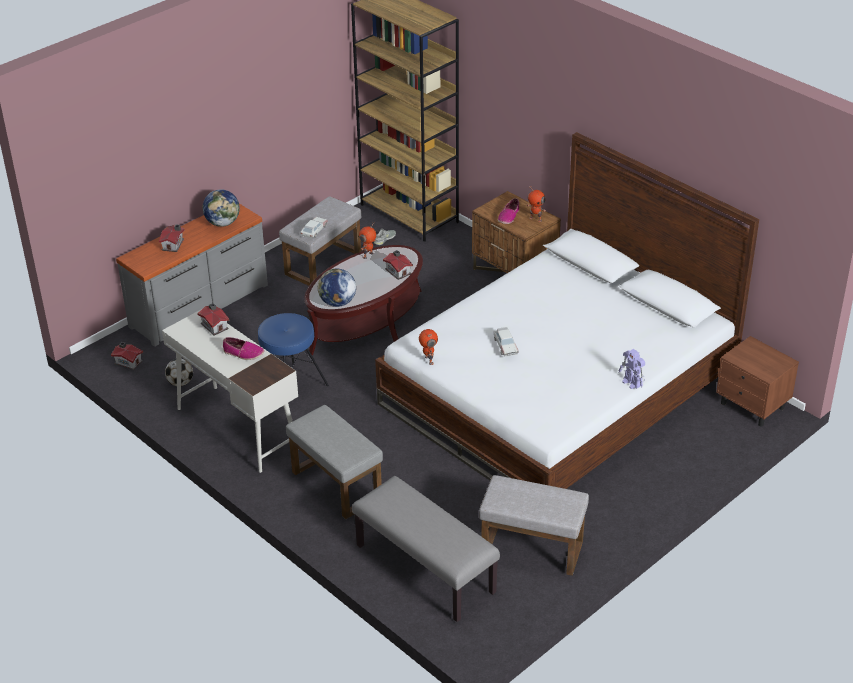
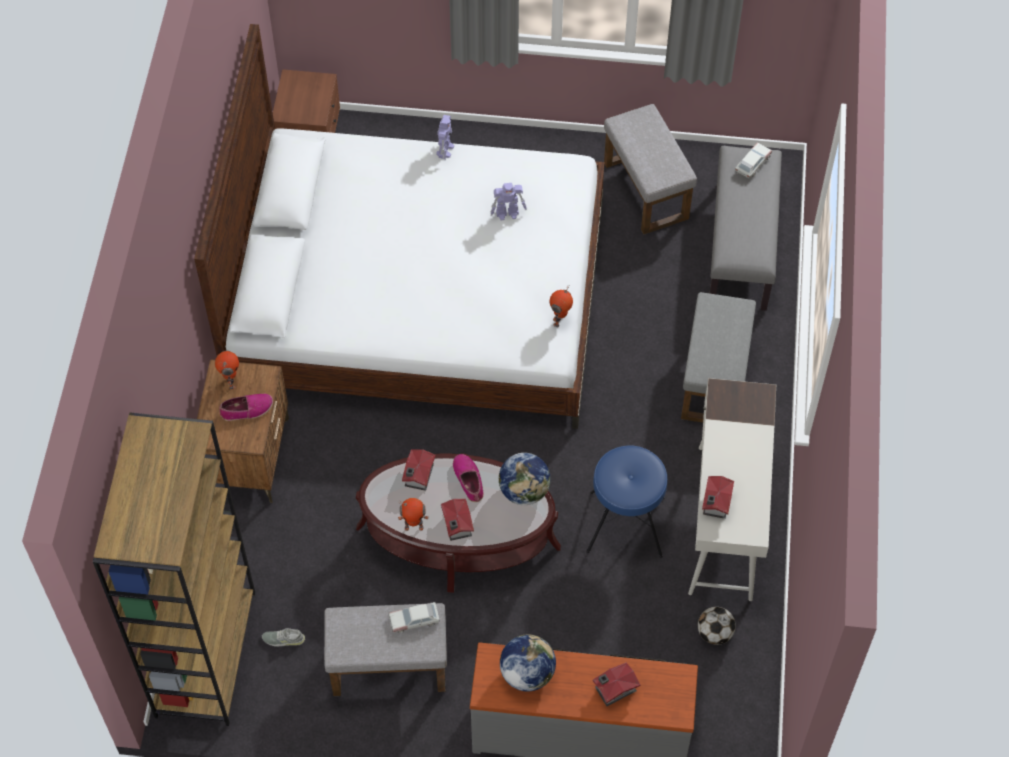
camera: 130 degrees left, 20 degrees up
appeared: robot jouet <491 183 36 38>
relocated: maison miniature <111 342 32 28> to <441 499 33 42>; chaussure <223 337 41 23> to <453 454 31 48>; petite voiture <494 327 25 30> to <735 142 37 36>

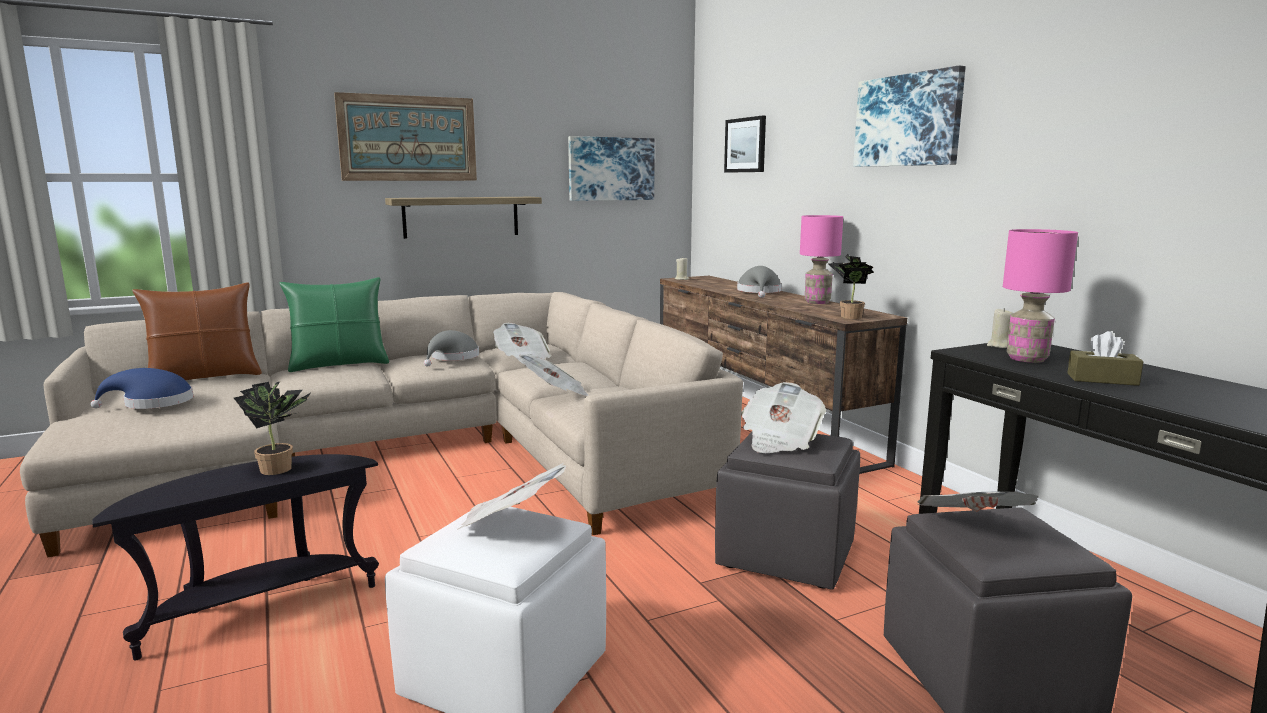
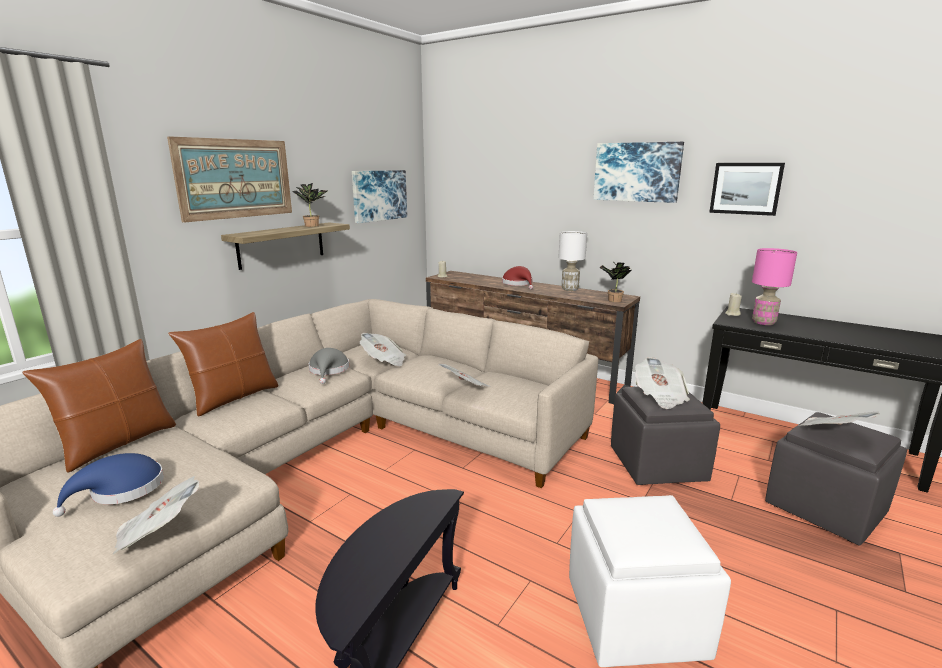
camera: 30 degrees left, 5 degrees up
missing: boîte à mouchoirs/marron <1067 331 77 55>
relocated: plante en pot <234 382 77 93> to <292 183 35 44>; journal <457 463 109 67> to <113 476 87 78>; tableau <724 116 42 57> to <709 163 76 53>
colour: coussin/vert <280 277 109 95> to coussin/marron <168 312 111 105>; chapeau/gris <737 266 45 32> to chapeau/rouge <502 266 31 24>; lampe de table/rose <800 215 43 89> to lampe de table/blanc <558 231 29 60>

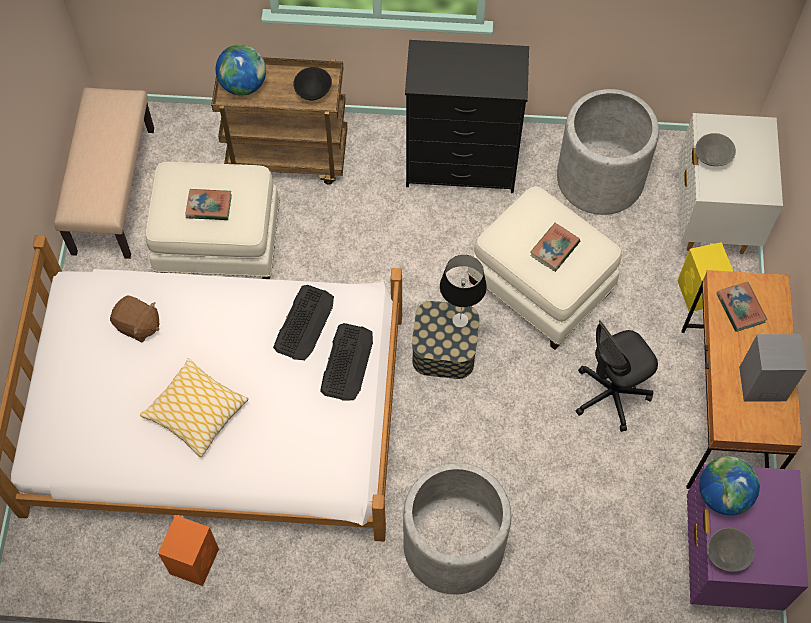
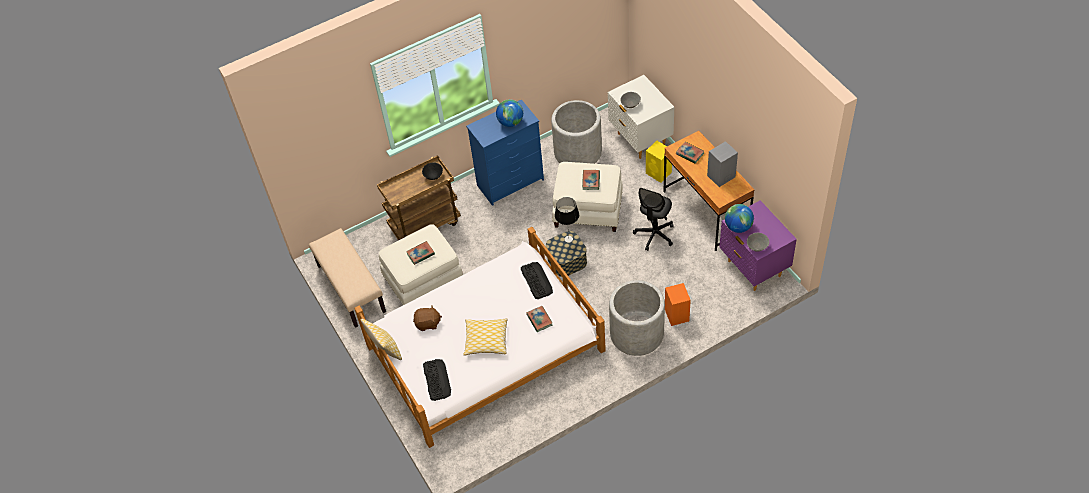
camera: 30 degrees left, 10 degrees down
appeared: coussin <361 319 41 41>; livre <526 306 26 26>
relocated: enceinte/orange <158 515 61 71> to <665 283 26 43>; globe <216 44 50 52> to <496 99 27 28>; clavier <273 285 61 75> to <423 359 28 42>
colour: commode/noir <405 40 124 153> to commode/bleu <466 99 78 107>

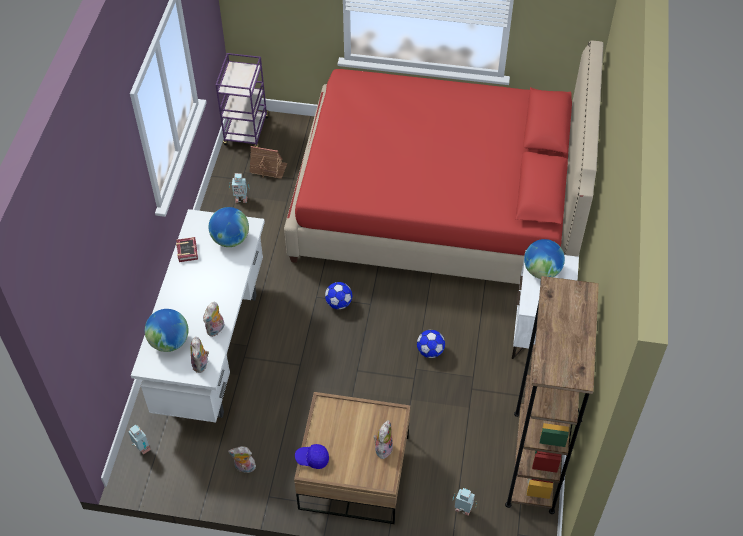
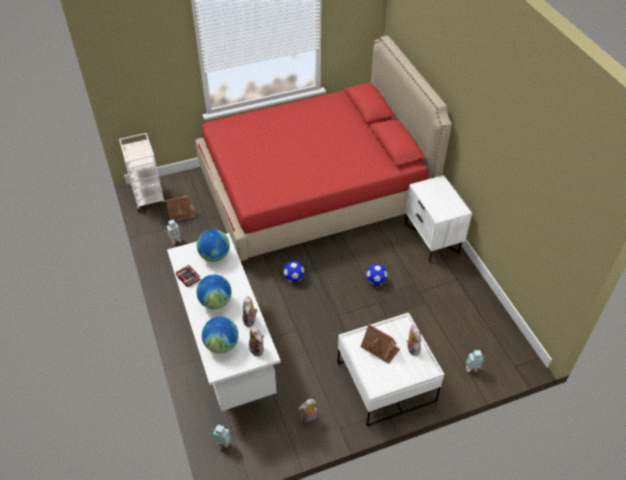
camera: 30 degrees left, 5 degrees down
missing: casquette/bleu <295 444 34 25>; bibliothèque/marron <505 276 94 238>
appeared: maison miniature <360 324 40 40>
relocated: globe <524 239 41 40> to <196 275 36 34>
colour: chariot/violet <216 53 53 94> to chariot/blanc <119 133 47 78>; table basse/marron <294 392 116 132> to table basse/blanc <337 313 107 113>

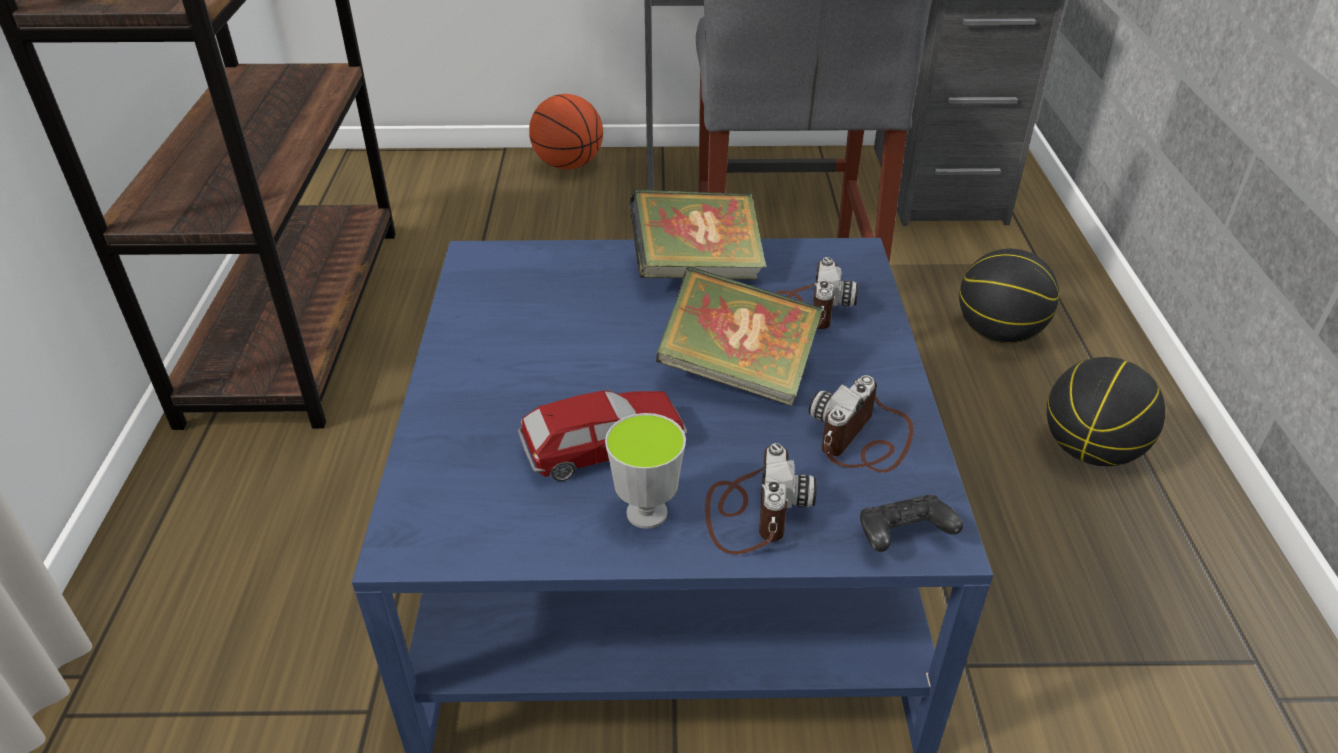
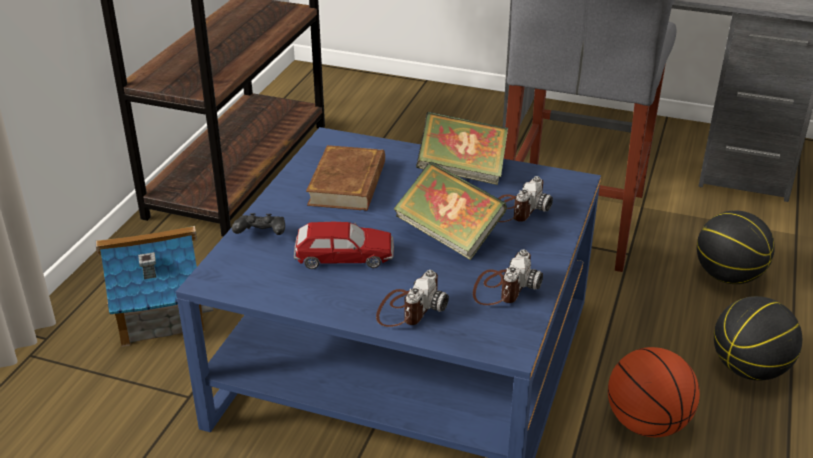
camera: 20 degrees right, 5 degrees down
missing: tasse <605 413 81 116>
appeared: maison miniature <96 226 118 121>; livre/marron <306 145 79 66>
relocated: ballon de basket <529 94 74 76> to <608 347 92 90>; manette/noir <860 495 103 57> to <232 213 53 22>
spun: appareil photo <808 375 106 98> = <473 249 70 56> 150 degrees clockwise

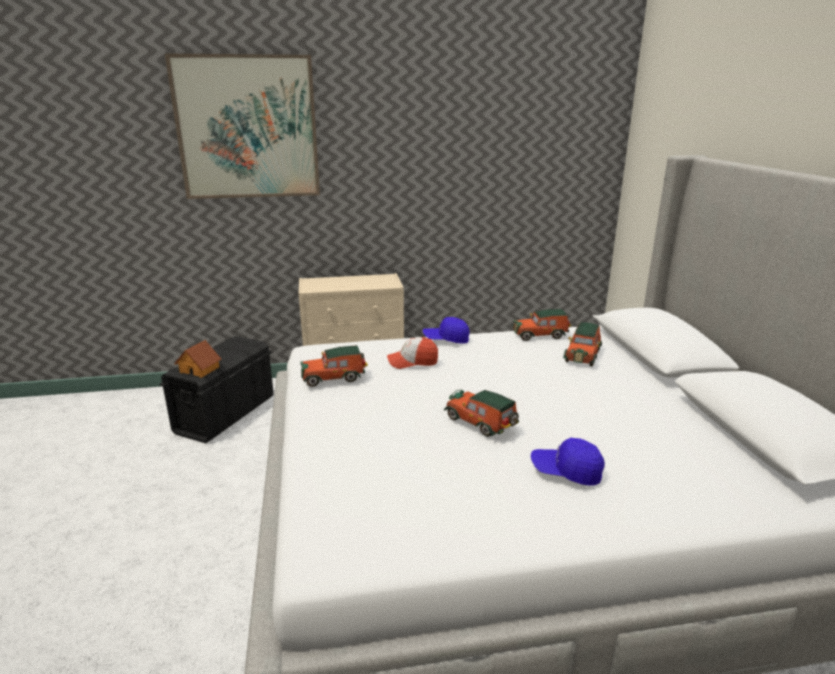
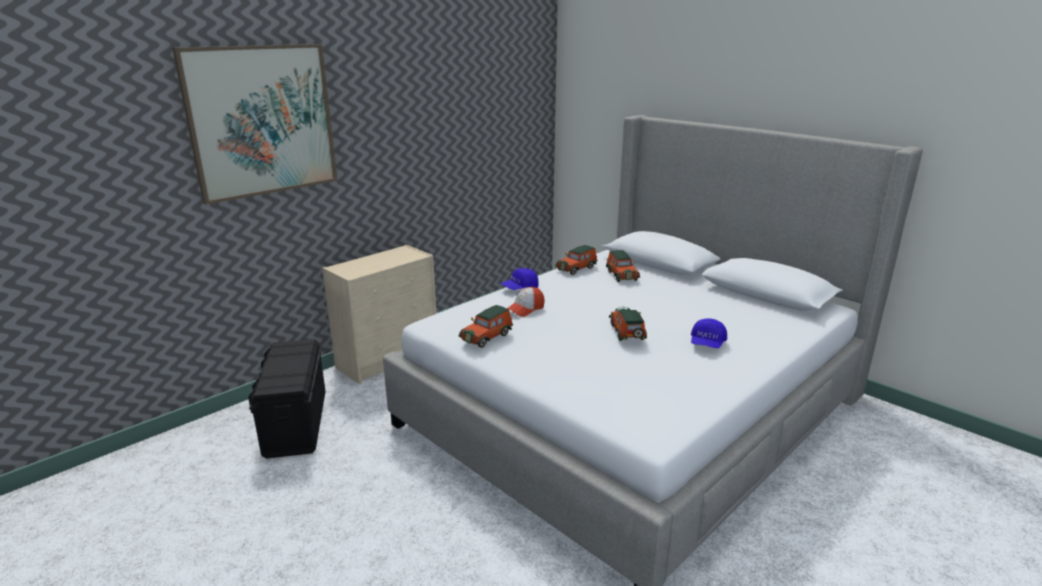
camera: 35 degrees left, 0 degrees up
missing: maison miniature <174 340 47 38>
spun: petite voiture <444 390 75 47> = <609 307 38 34> 75 degrees clockwise; casquette/bleu <531 438 74 48> = <691 318 36 30> 45 degrees counterclockwise

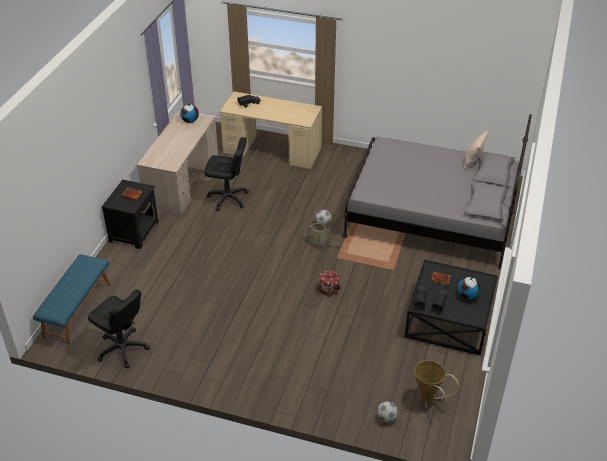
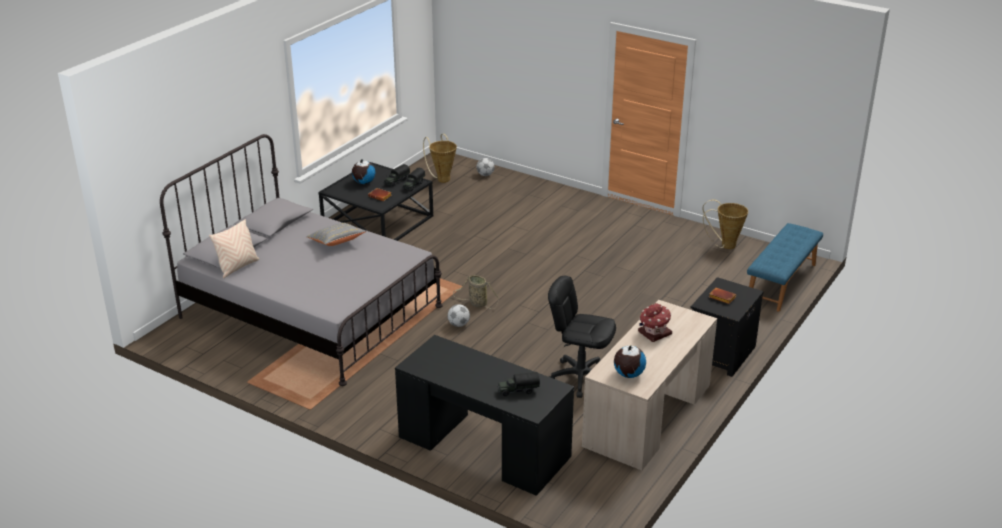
camera: 165 degrees left, 10 degrees down
appeared: coussin/gris <307 223 59 23>
relocated: maison miniature <317 270 23 27> to <638 303 34 39>
exchanged: chaise de bureau/noir <88 289 62 79> to panier <702 200 46 49>
colour: bureau/beige <220 91 102 78> to bureau/noir <395 335 179 161>

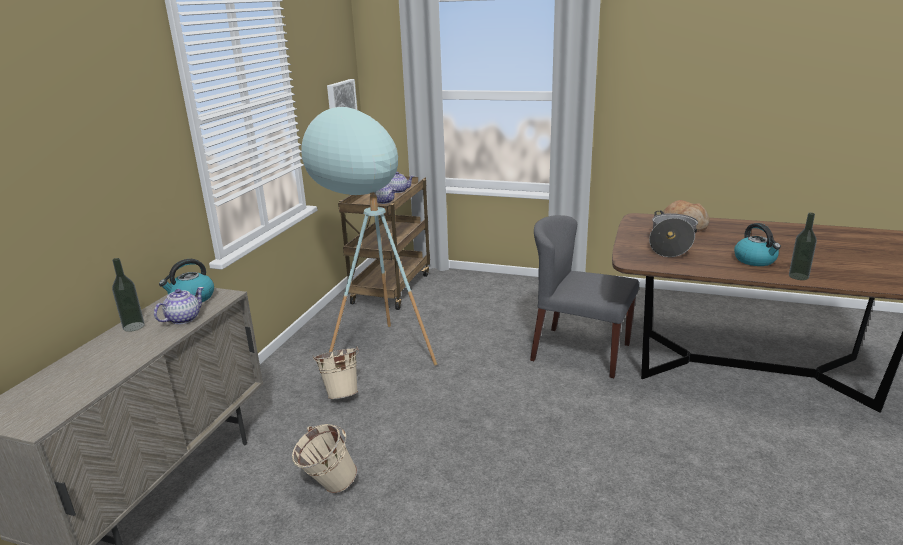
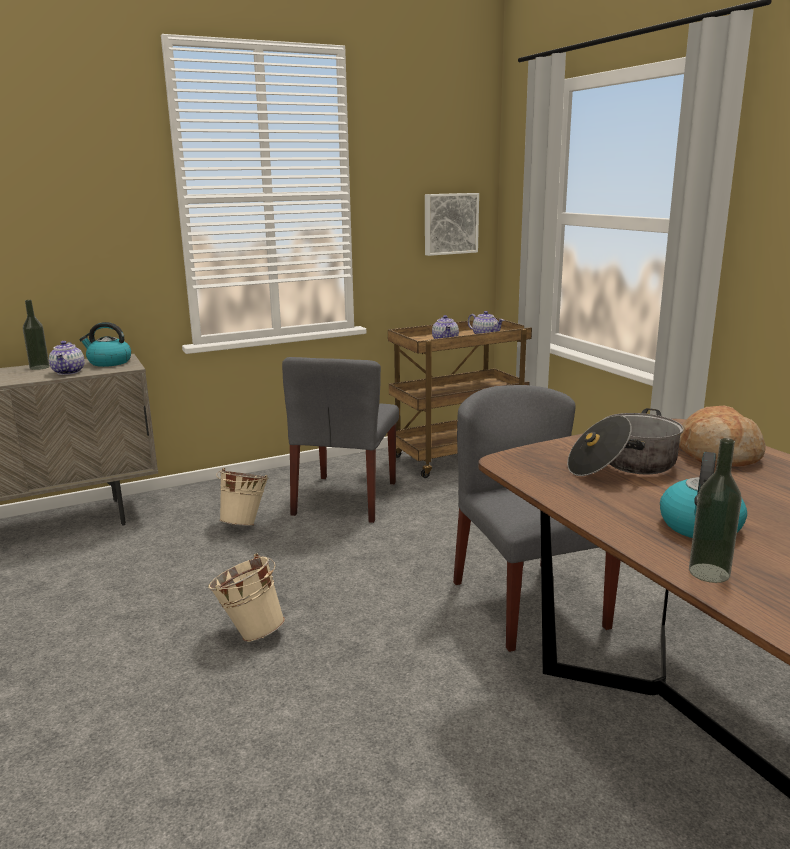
camera: 45 degrees right, 5 degrees down
relocated: seau/beige <292 424 65 69> to <208 553 77 89>
exchanged: lampadaire/turquoise <301 107 136 259> to chaise/gris <282 357 117 166>
spun: théière <154 287 50 37> = <49 341 36 34> 90 degrees clockwise

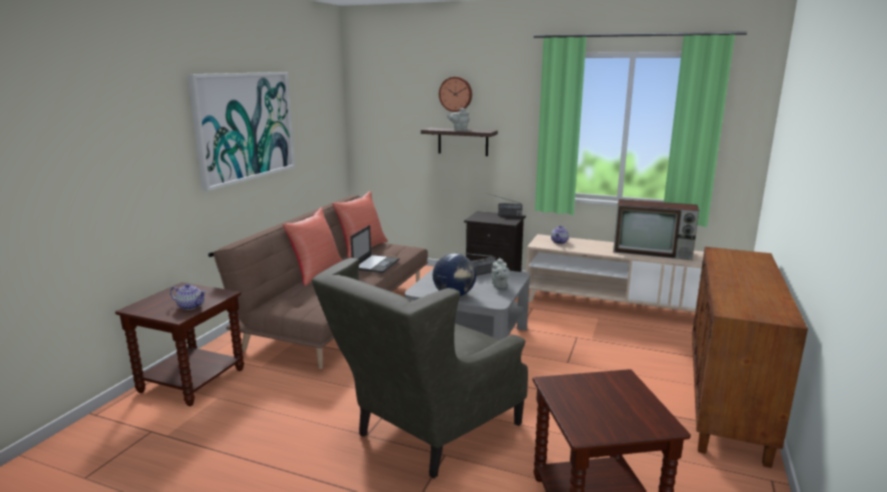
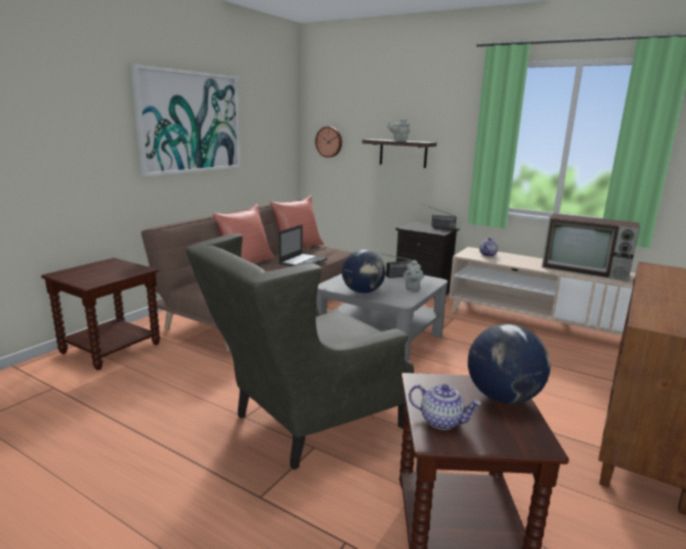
camera: 10 degrees right, 0 degrees up
appeared: globe <468 324 82 80>
relocated: théière <170 284 36 26> to <409 384 72 46>; horloge murale <439 77 33 35> to <315 127 27 31>

